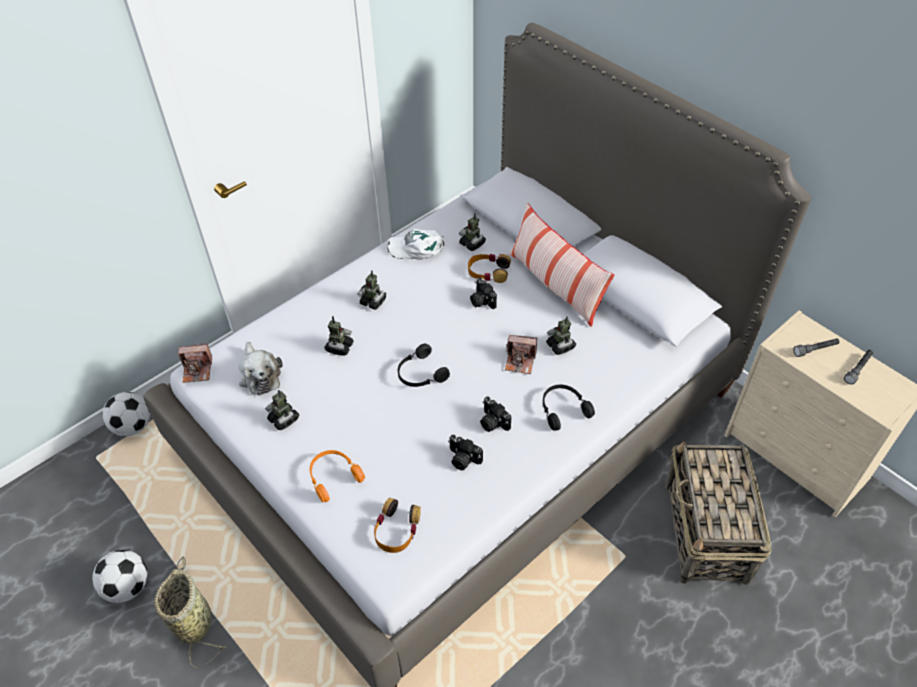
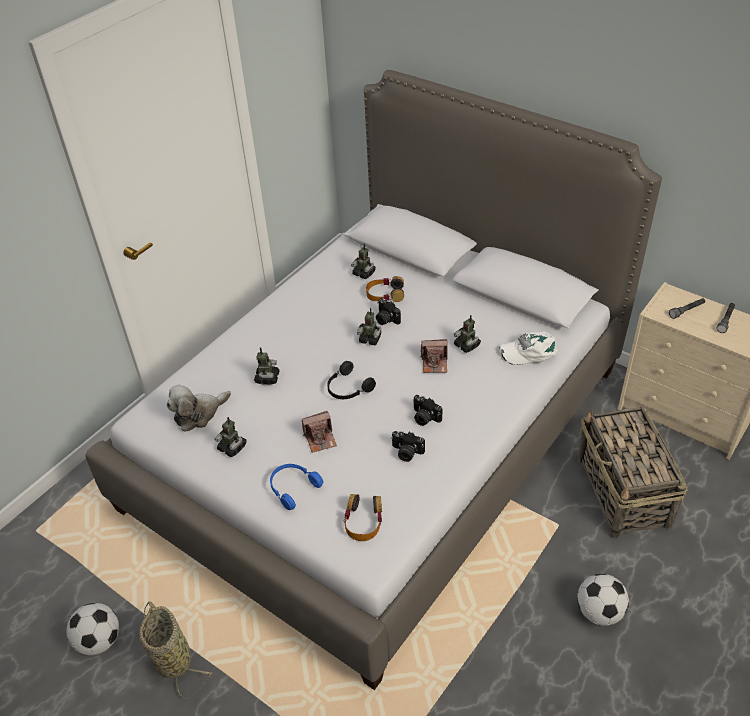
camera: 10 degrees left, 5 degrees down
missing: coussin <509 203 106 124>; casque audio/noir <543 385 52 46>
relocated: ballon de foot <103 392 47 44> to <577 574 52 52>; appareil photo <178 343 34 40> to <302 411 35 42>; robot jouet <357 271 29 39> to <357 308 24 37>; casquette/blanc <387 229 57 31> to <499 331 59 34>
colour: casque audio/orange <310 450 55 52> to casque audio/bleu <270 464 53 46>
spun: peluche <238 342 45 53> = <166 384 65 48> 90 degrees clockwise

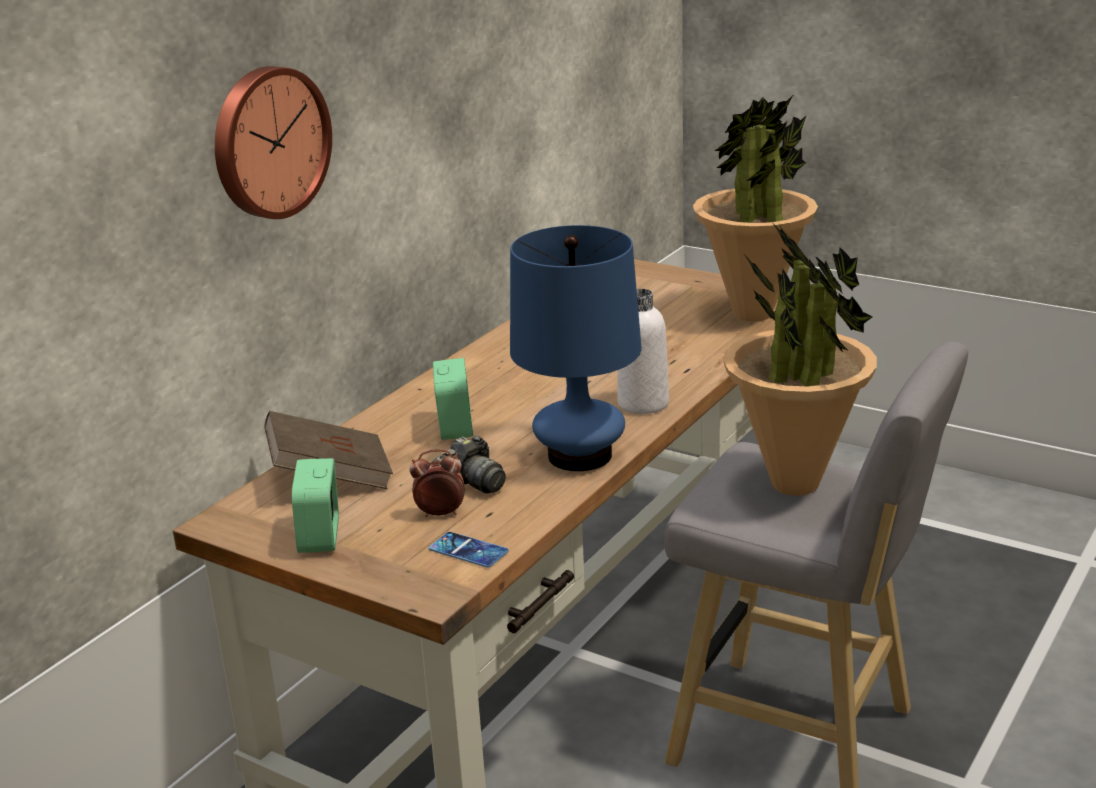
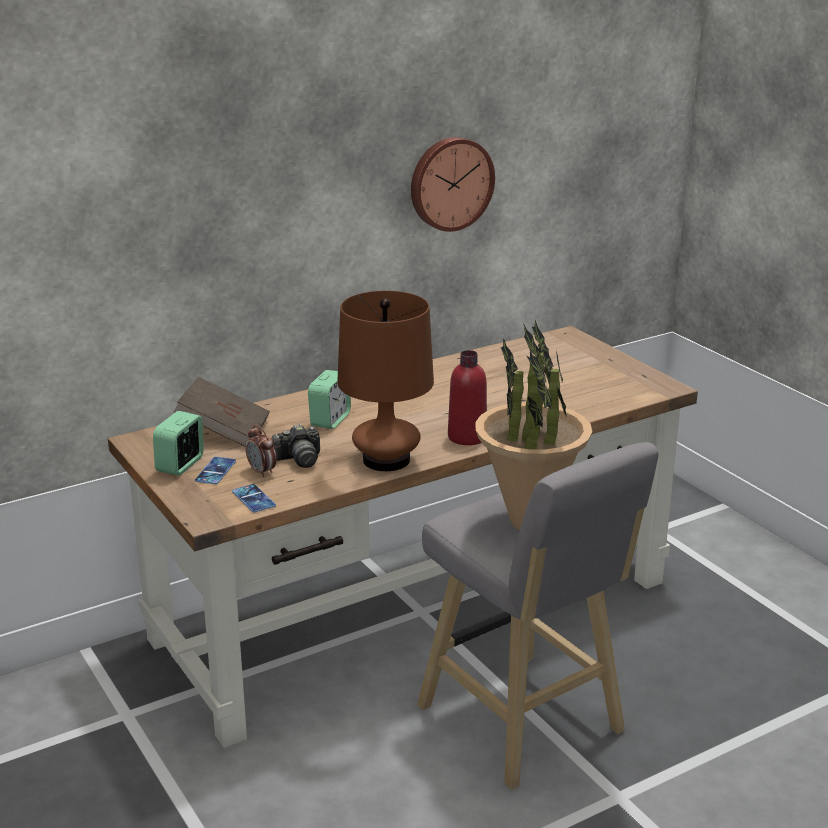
camera: 25 degrees right, 0 degrees up
missing: plante en pot <693 95 125 227>
appeared: téléphone <195 457 41 27>
relocated: horloge murale <215 66 117 153> to <411 137 84 95>
colour: lampe de table/bleu <510 225 132 246> to lampe de table/marron <337 291 97 180>; bouteille/blanc <617 289 52 125> to bouteille/rouge <448 350 39 95>
spun: réveil <409 449 56 68> = <246 425 30 53> 150 degrees counterclockwise

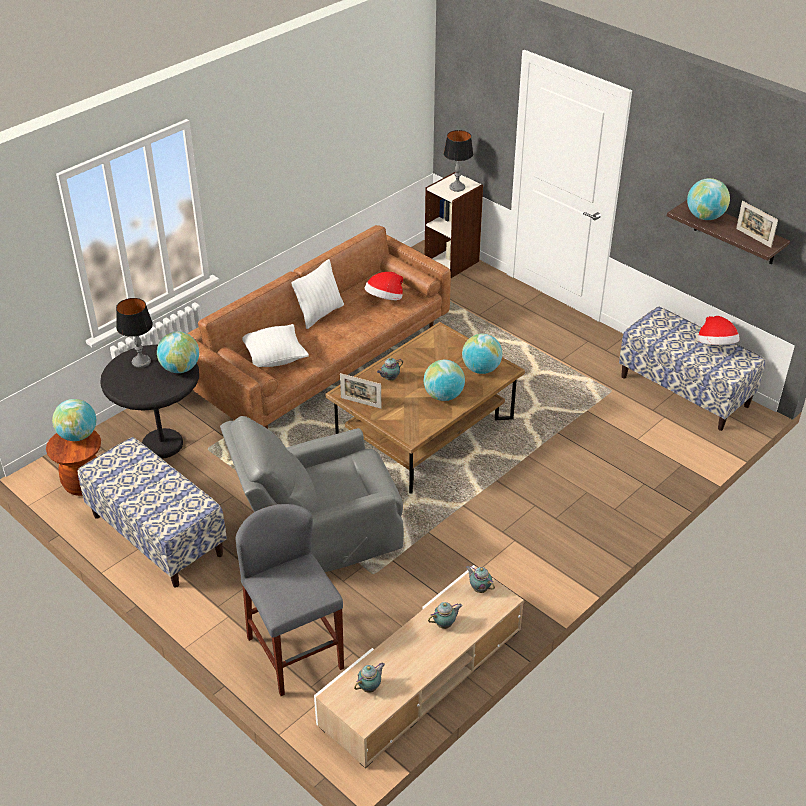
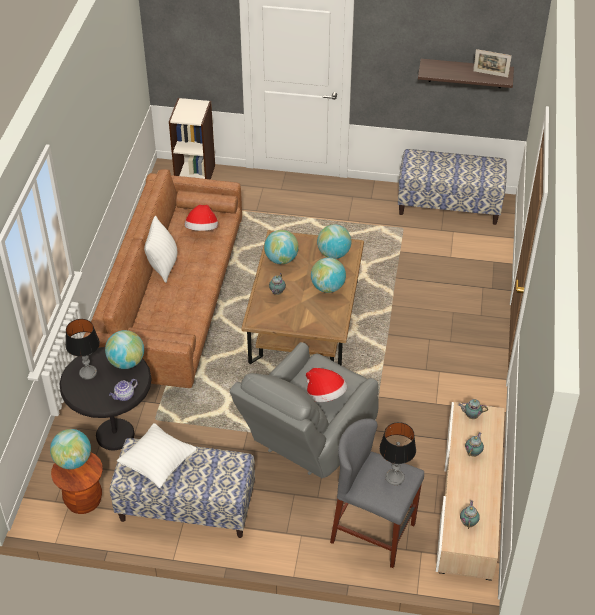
camera: 35 degrees left, 5 degrees up
missing: cadre photo <340 373 41 36>
appeared: théière <109 379 29 22>
relocated: coussin/blanc <242 324 67 43> to <116 423 81 65>; lampe de table <444 130 29 62> to <379 422 37 63>; globe <687 178 43 42> to <264 230 35 34>; chapeau <698 316 42 29> to <306 368 41 34>

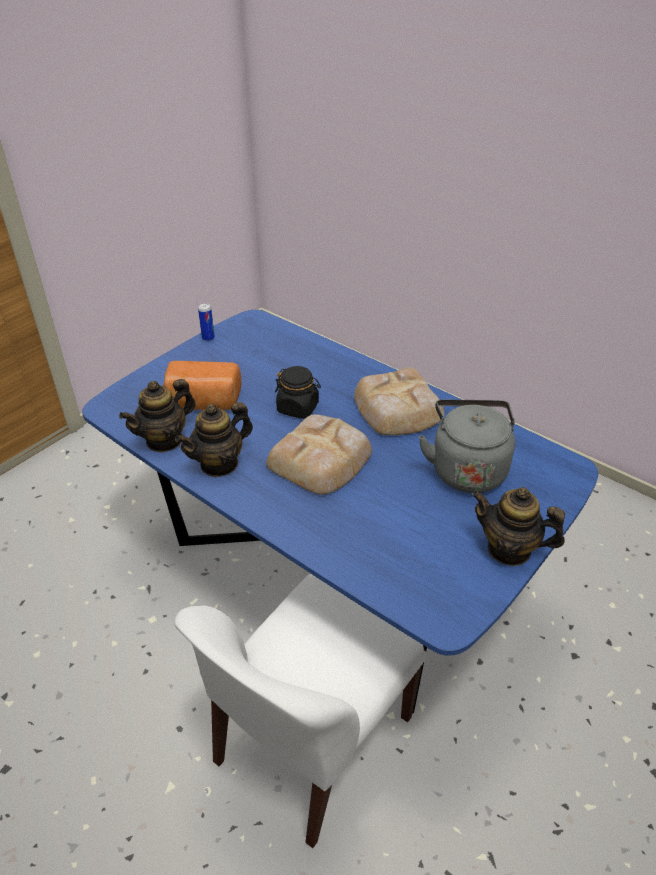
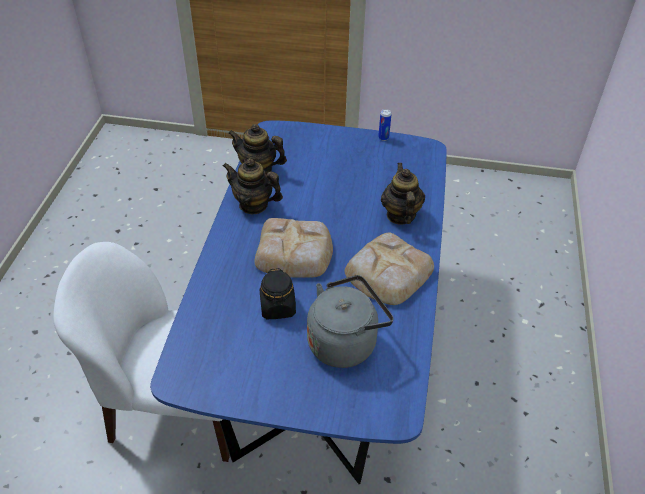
camera: 60 degrees right, 5 degrees up
missing: pain <163 361 79 49>
relocated: bocal/noir <275 366 46 53> to <259 268 37 51>; théière <472 487 93 79> to <381 163 44 62>

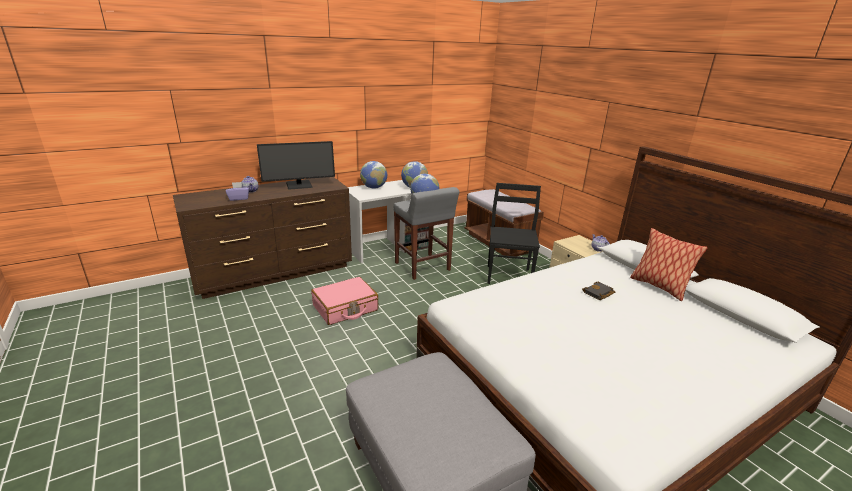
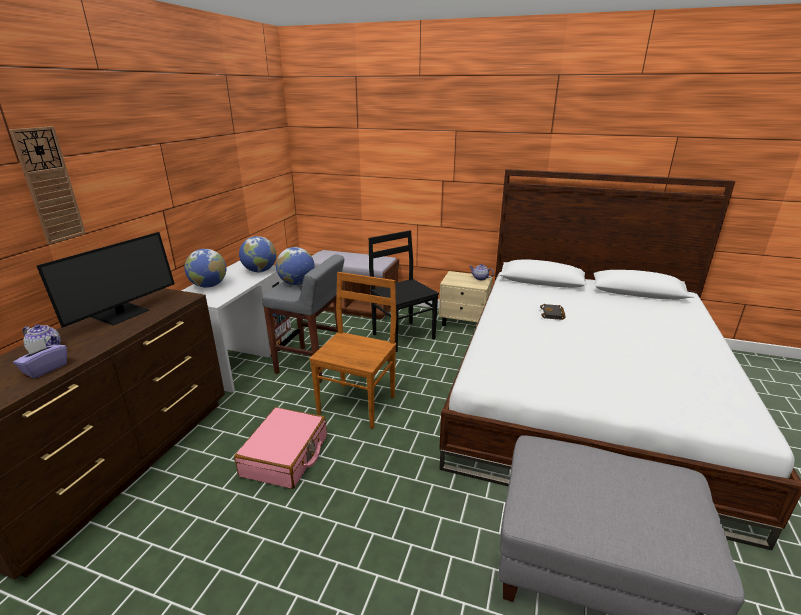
camera: 40 degrees left, 0 degrees up
missing: coussin <630 228 78 73>
appeared: horloge murale <9 126 77 118>; chaise/marron <309 272 87 157>

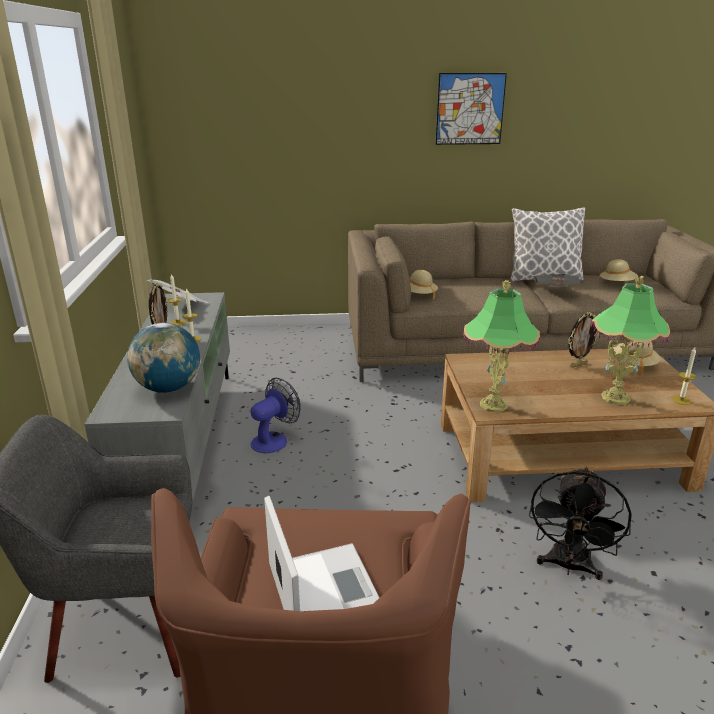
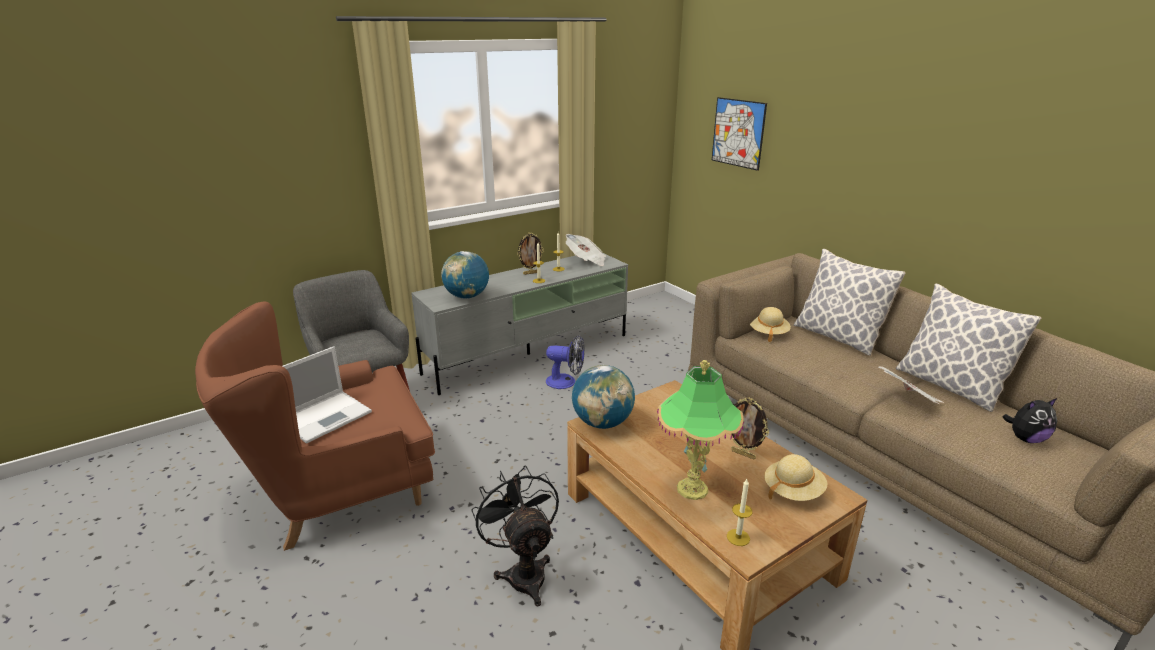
camera: 60 degrees right, 0 degrees up
appeared: coussin <794 249 112 107>
relocated: tableau <436 73 71 72> to <712 97 55 74>
exchanged: lampe de table <463 280 77 132> to globe <572 365 63 64>; chapeau/beige <598 259 40 22> to peluche <1002 398 55 45>
spun: ventilateur/noir <529 467 103 113> = <471 465 88 142> 75 degrees clockwise

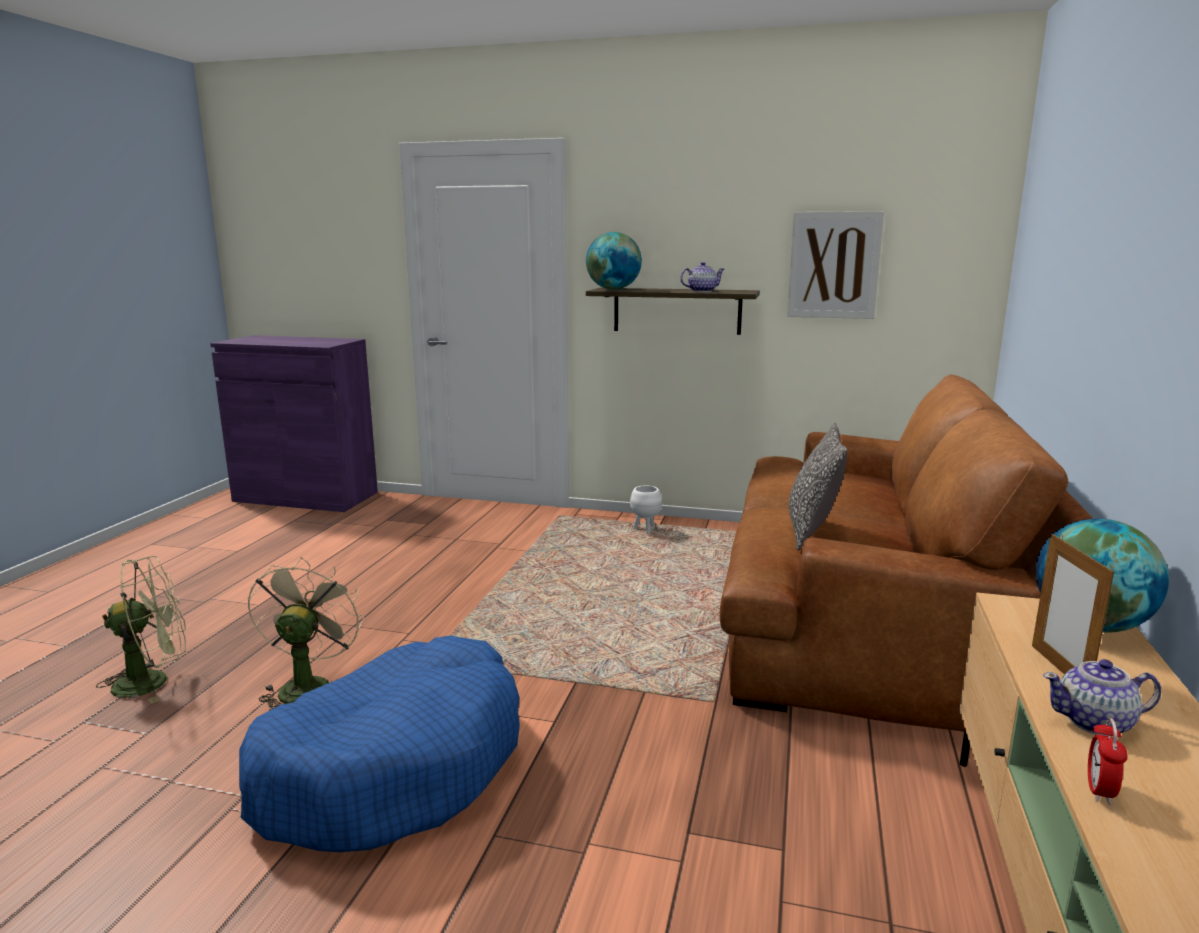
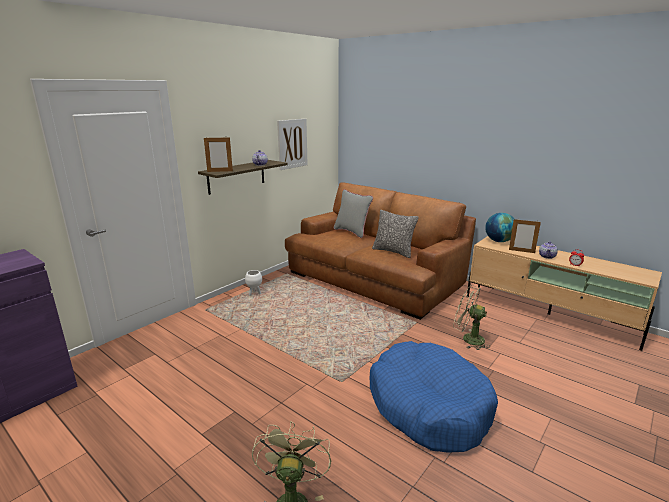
camera: 65 degrees left, 5 degrees up
appeared: coussin/gris <334 189 39 49>
relocated: ventilateur/beige <248 557 116 154> to <453 285 37 65>
exchanged: globe <586 232 56 58> to cadre photo <204 136 29 36>

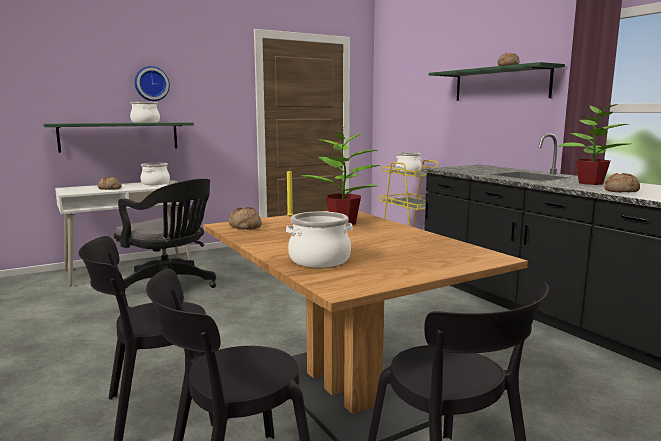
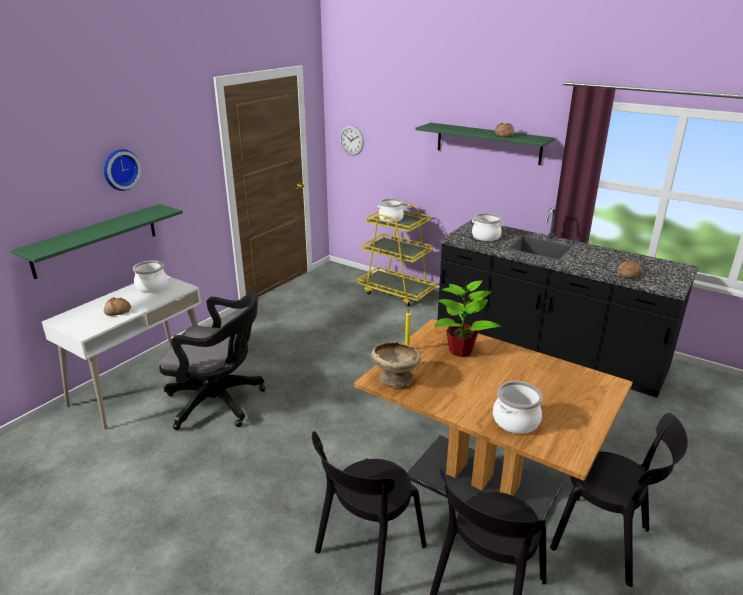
camera: 25 degrees left, 15 degrees up
missing: plante en pot <557 104 74 81>
appeared: horloge murale <340 126 24 30>
relocated: marmite <130 102 30 21> to <472 213 31 28>
exchanged: pain <229 207 33 23> to bol/beige <371 341 50 46>

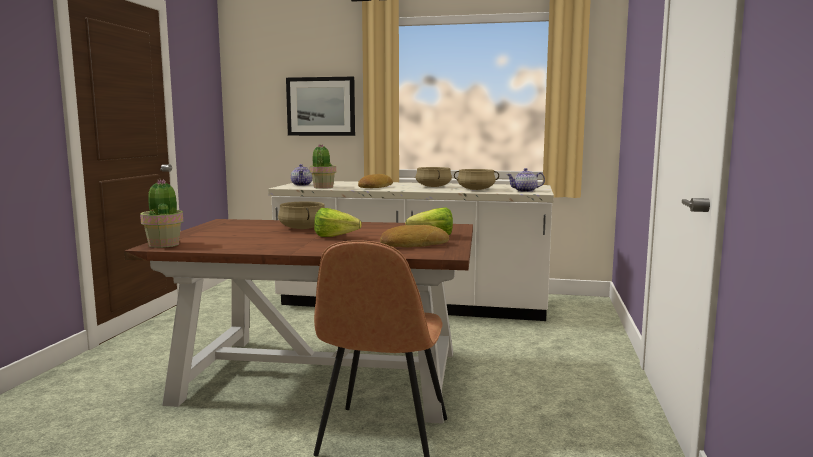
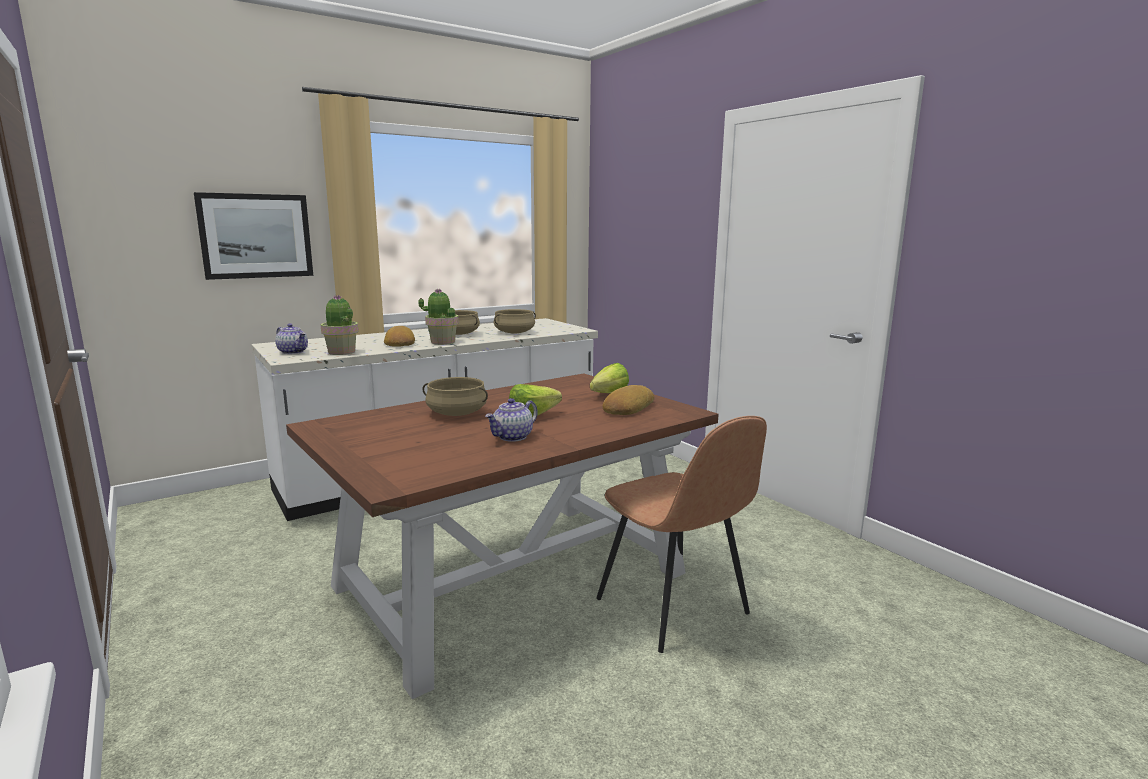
camera: 45 degrees left, 5 degrees up
relocated: plante en pot <140 179 43 69> to <419 288 40 57>; théière <506 168 39 24> to <485 398 53 44>

